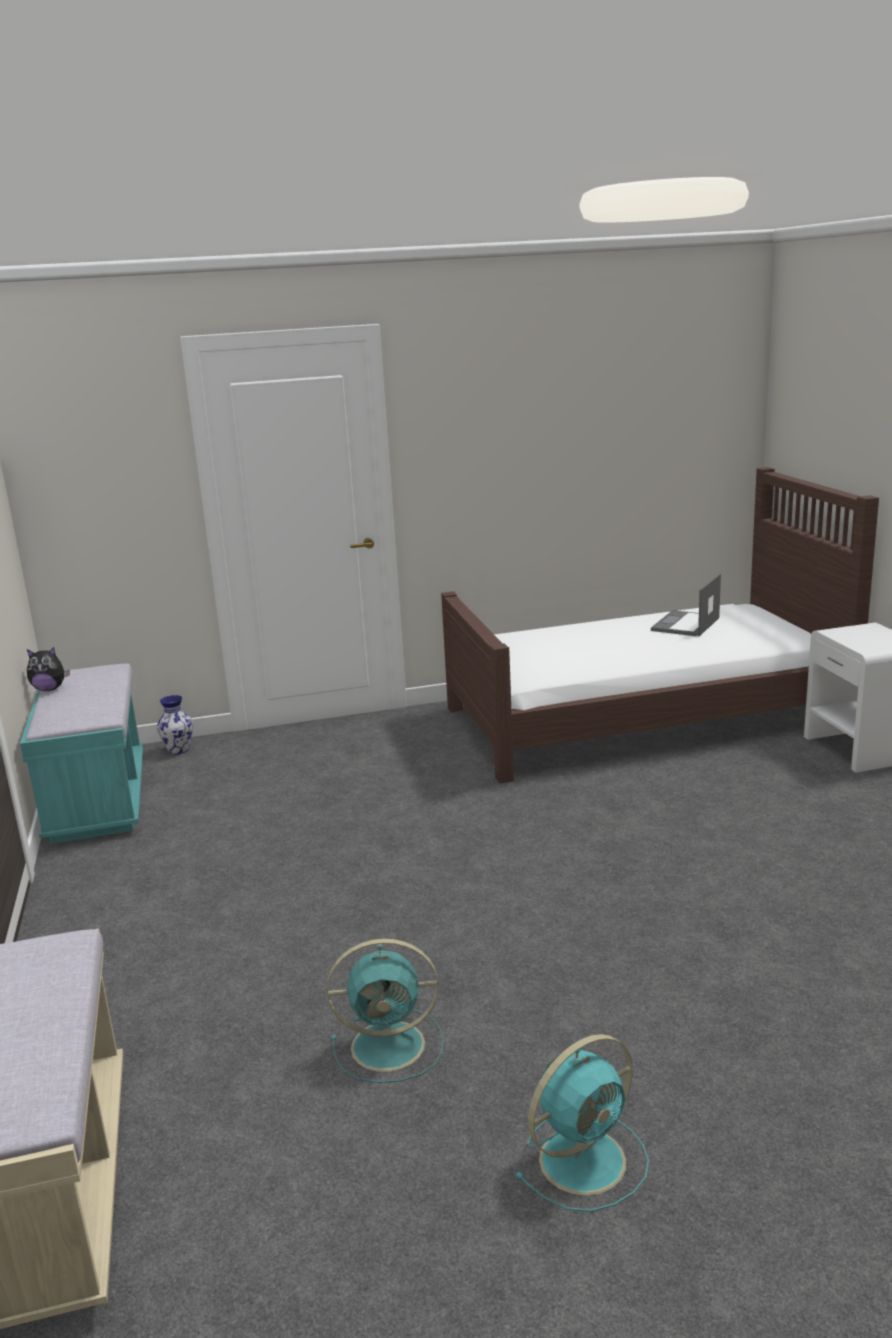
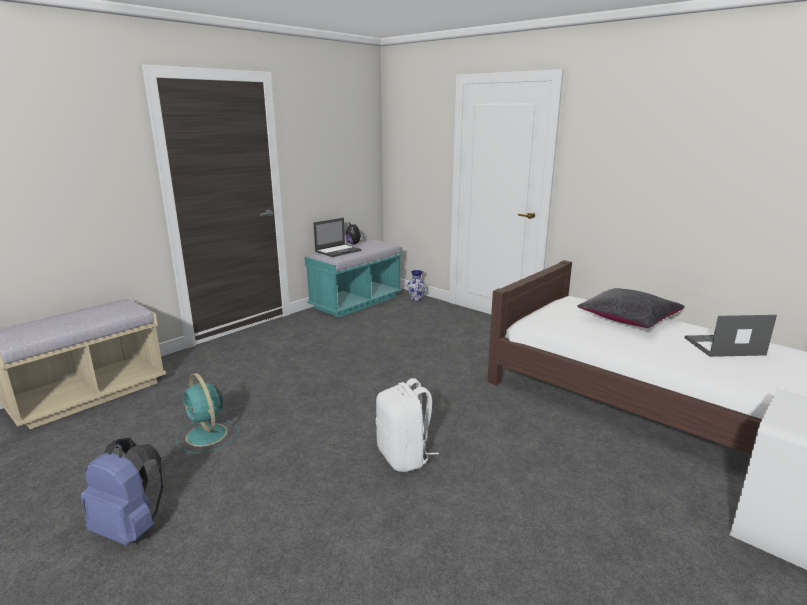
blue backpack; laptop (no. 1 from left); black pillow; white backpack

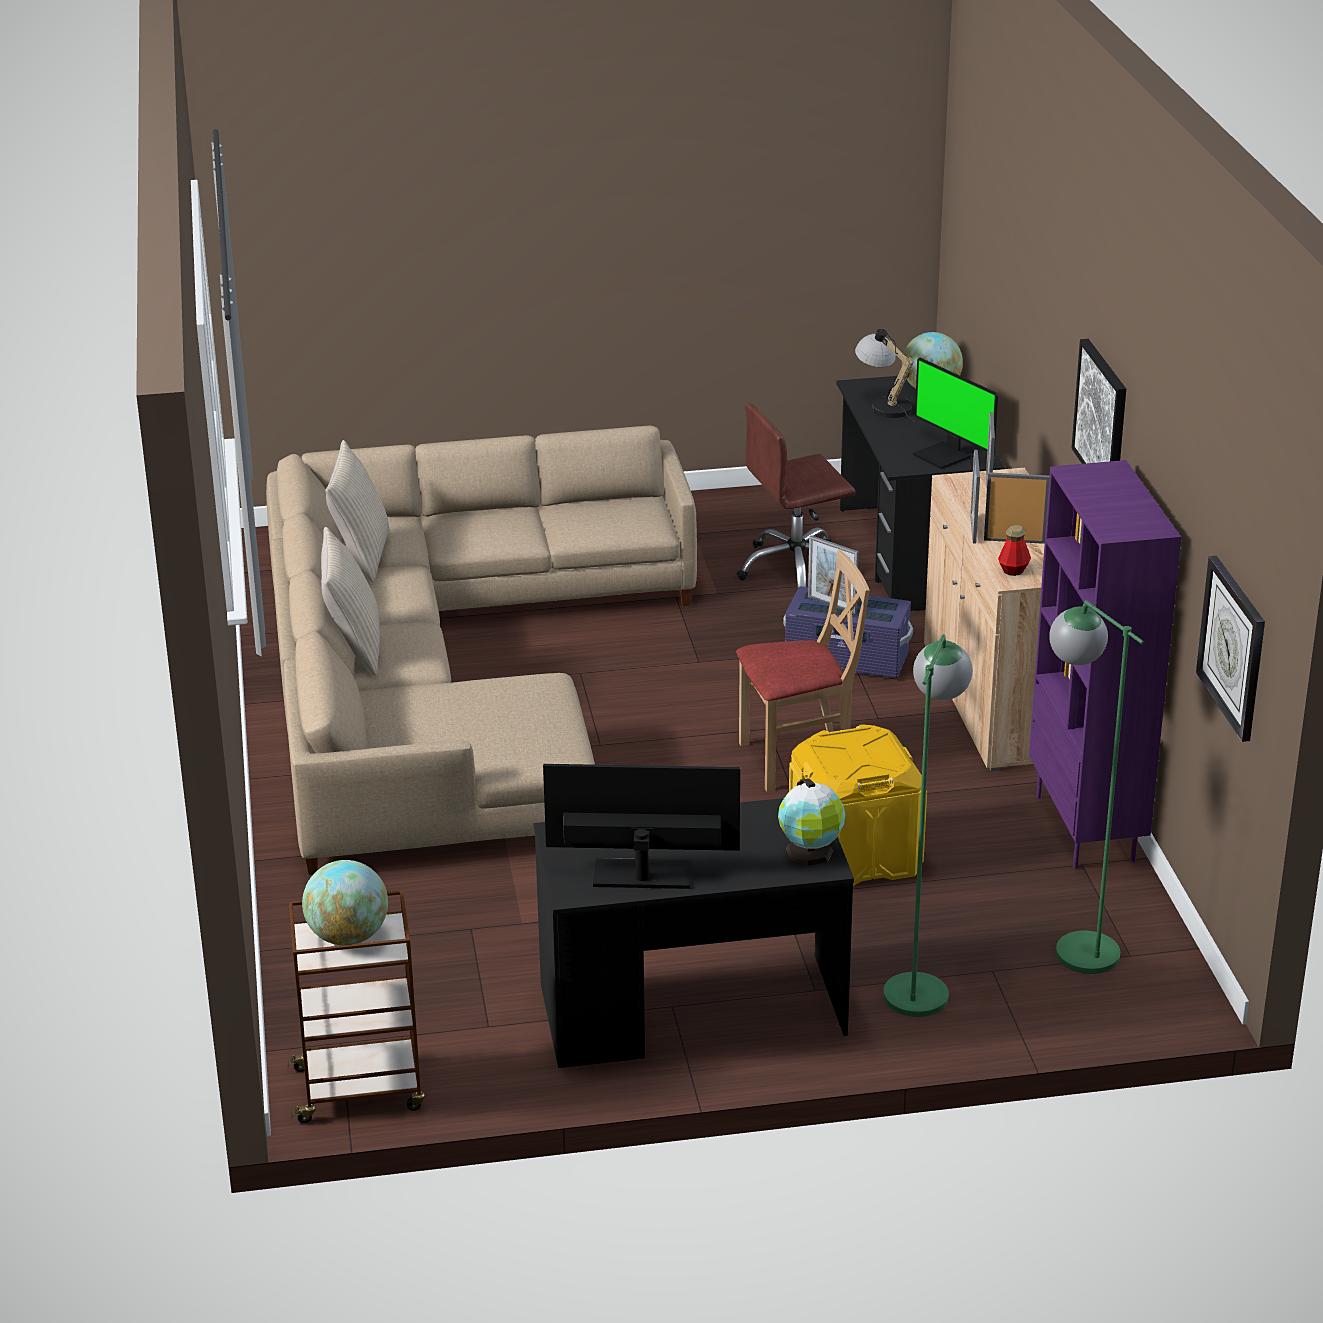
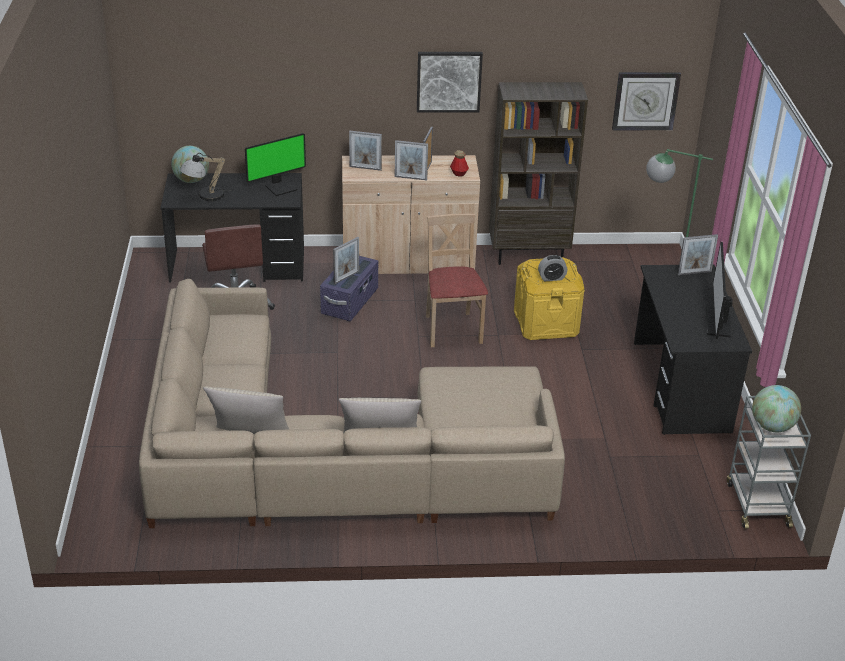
brown bookcase; green floor lamp (no. 2 from left in the first image); picture frame (no. 5 from left); grey cart; alarm clock

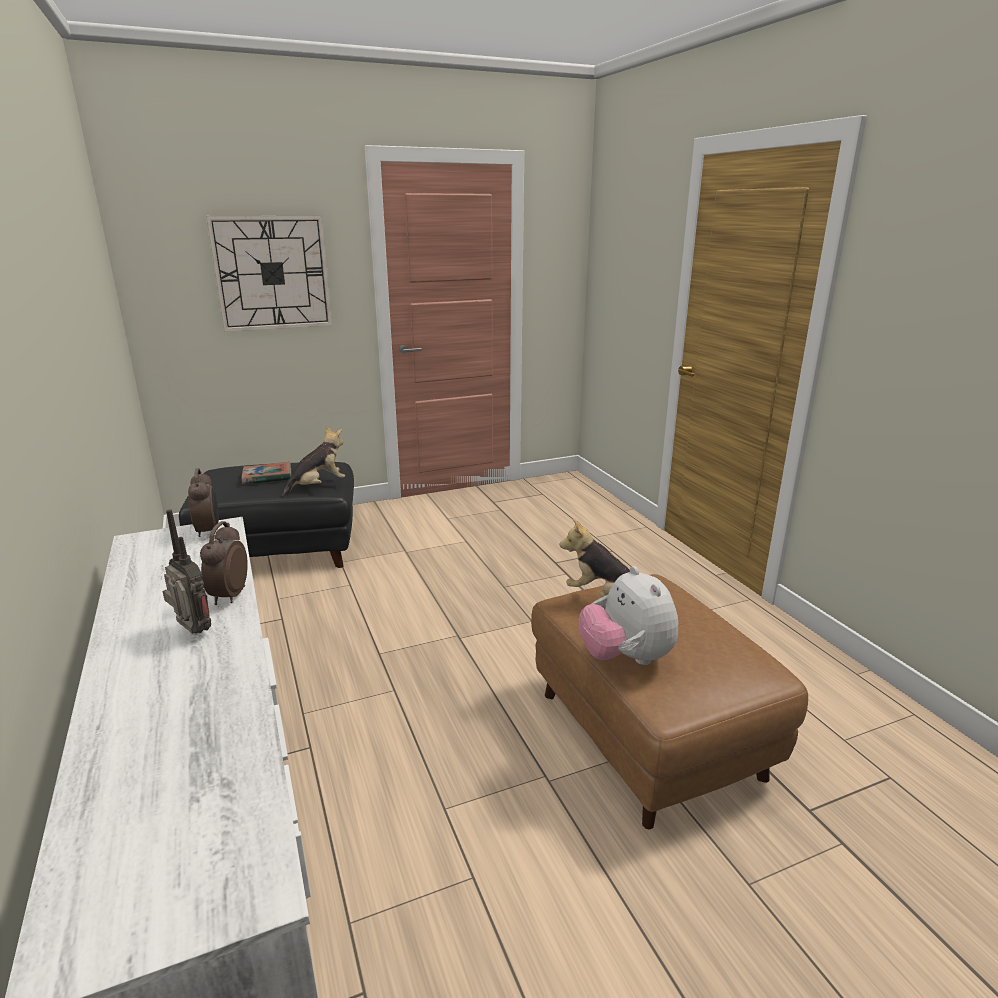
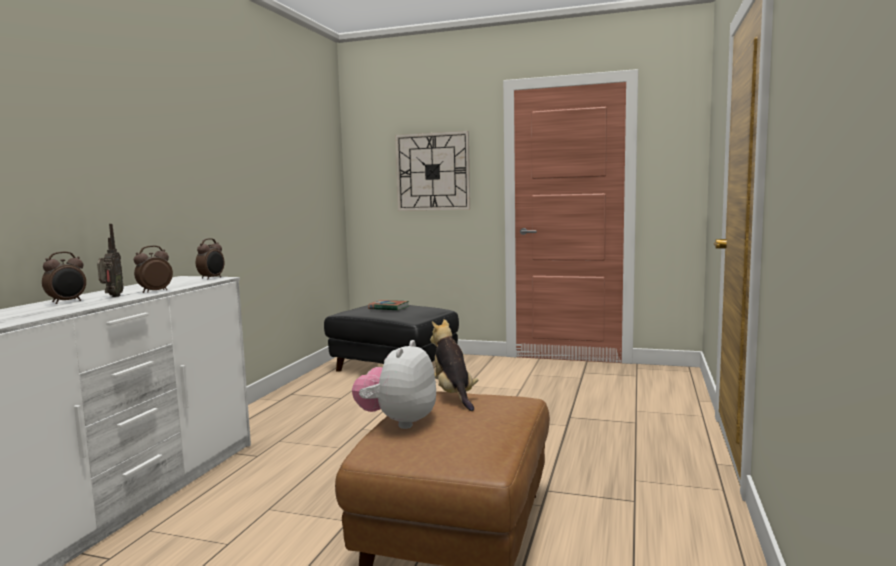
plush toy (no. 1 from left in the first image); alarm clock (no. 1 from left)

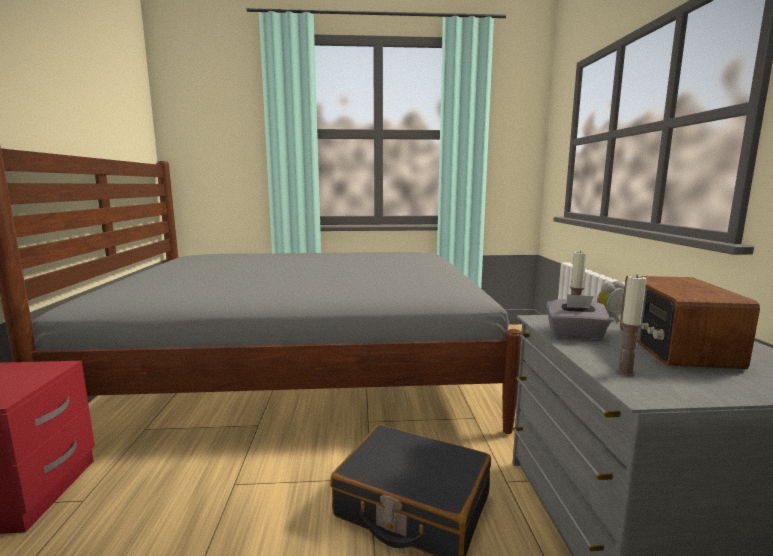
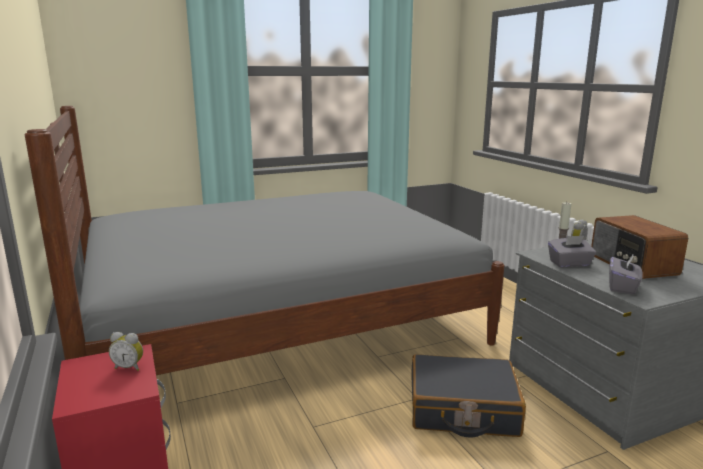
grey tissue box (no. 2 from left); alarm clock (no. 1 from left)

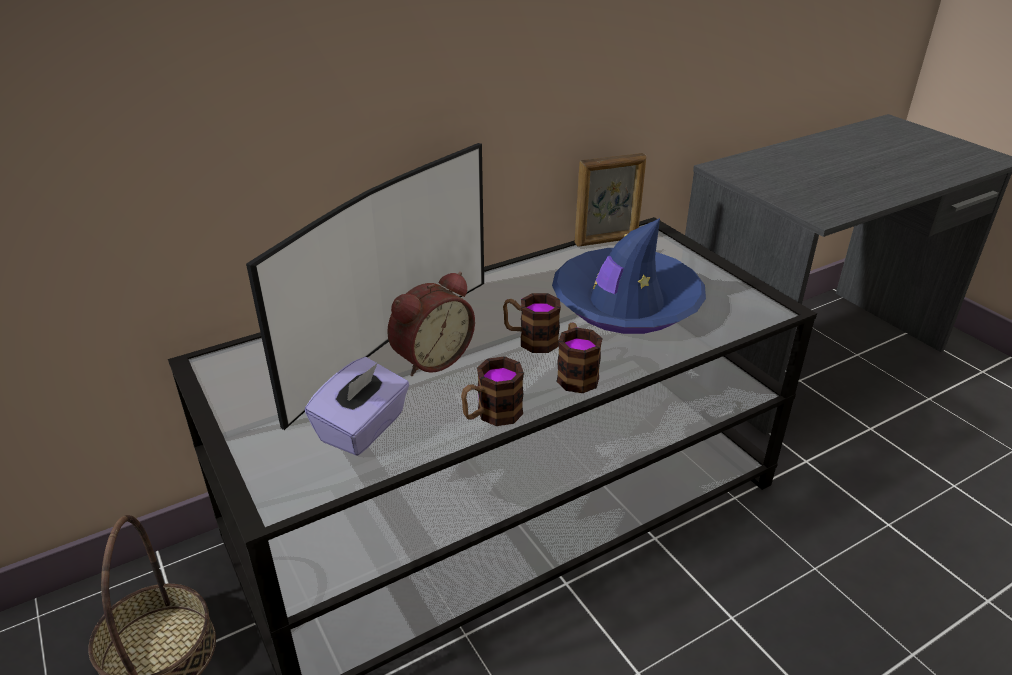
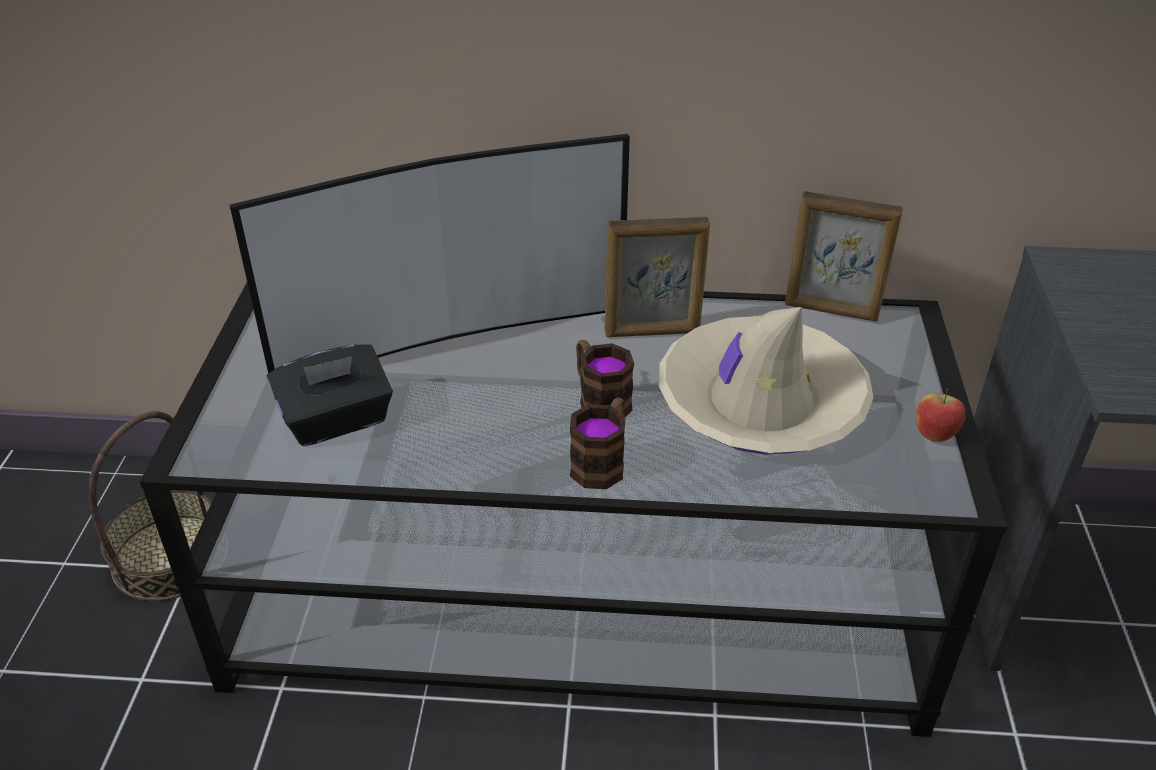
beige hat; alarm clock; mug (no. 1 from left in the first image); black tissue box; picture frame (no. 1 from left); apple

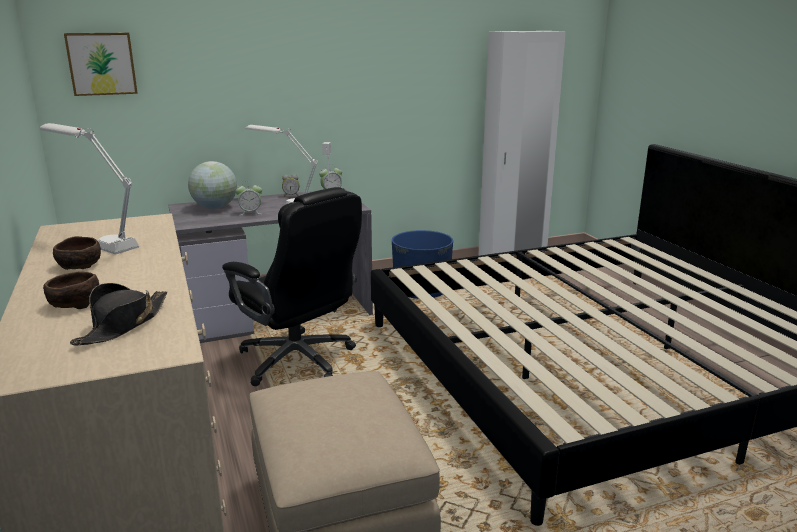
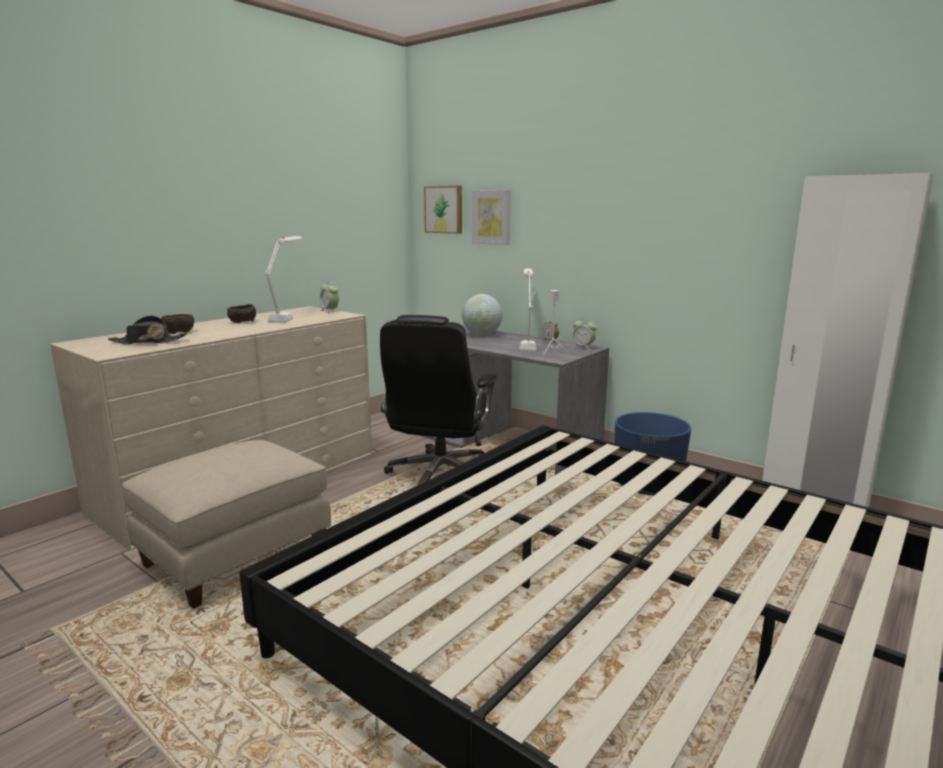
alarm clock (no. 1 from left); picture (no. 2 from left)

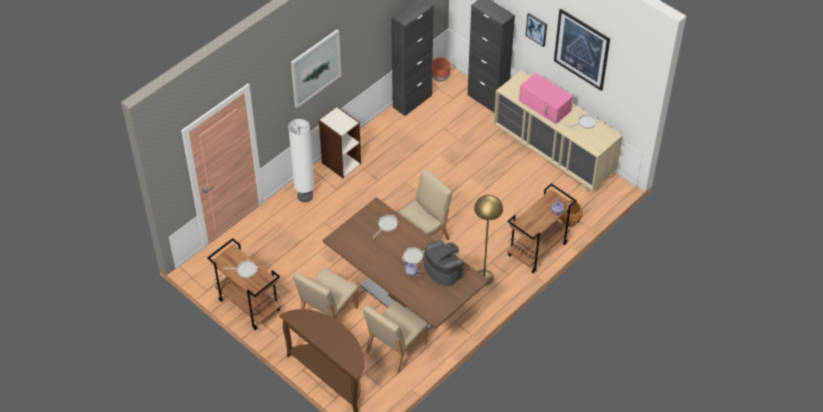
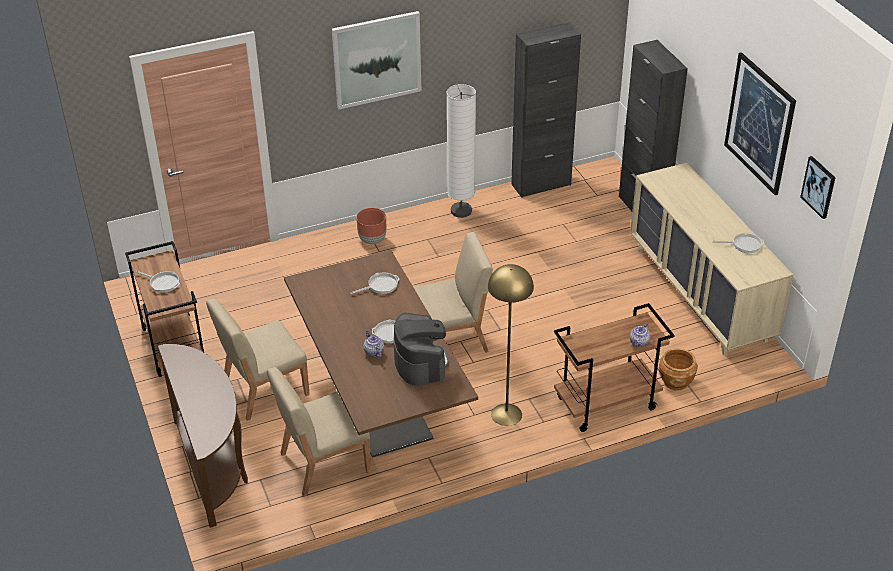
picture (no. 3 from left); brown planter (no. 1 from left); pink microwave; bookcase; white floor lamp

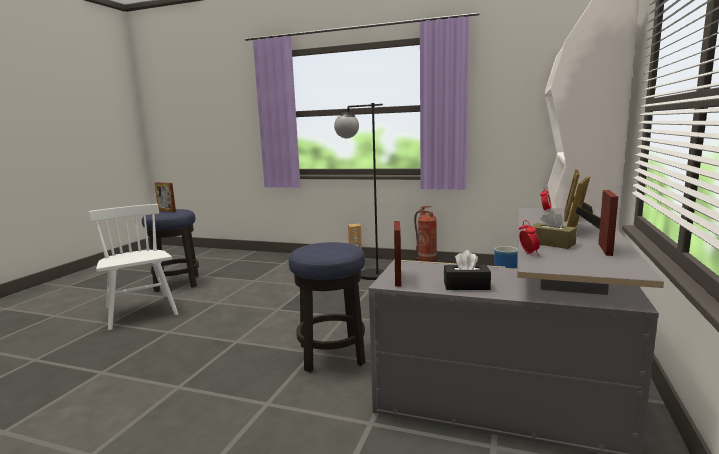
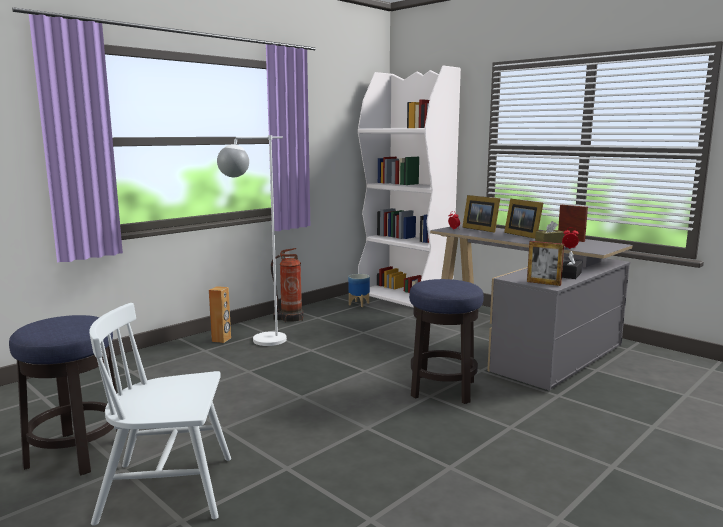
white floor lamp; picture frame (no. 1 from left in the first image)

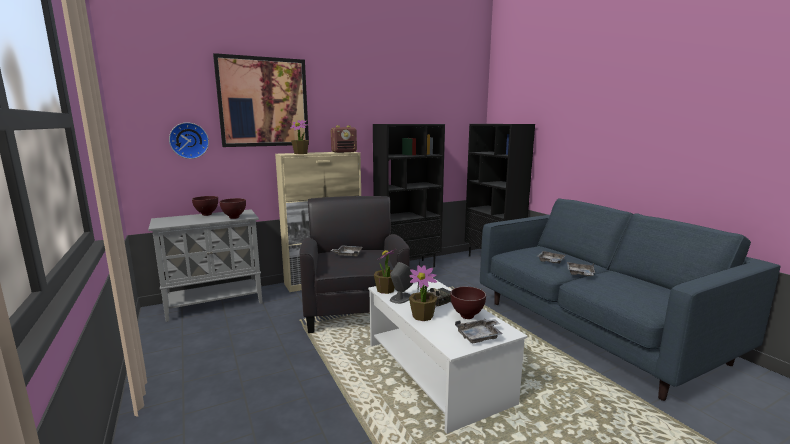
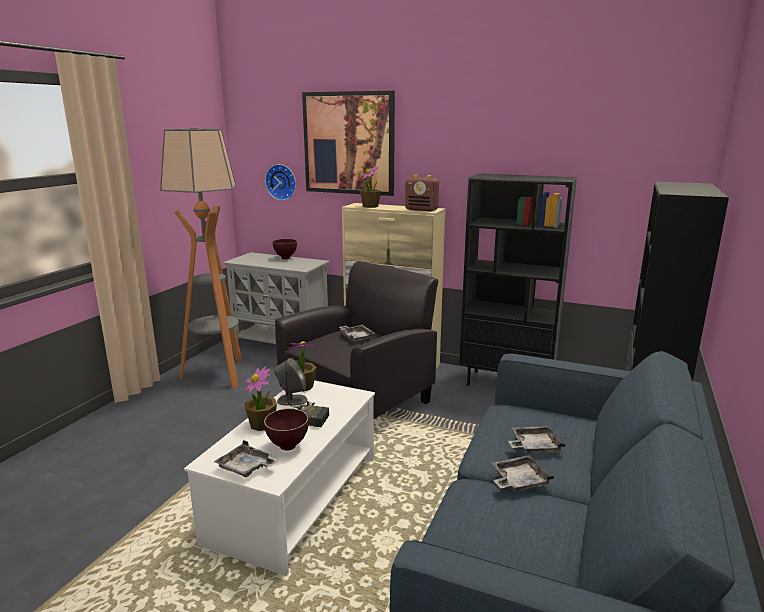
brown bowl (no. 2 from left in the first image); floor lamp

